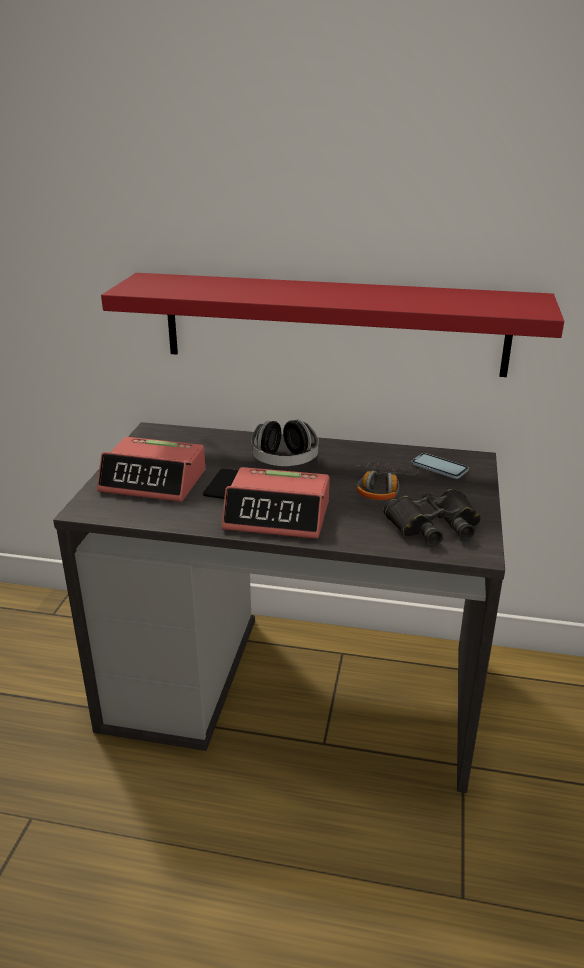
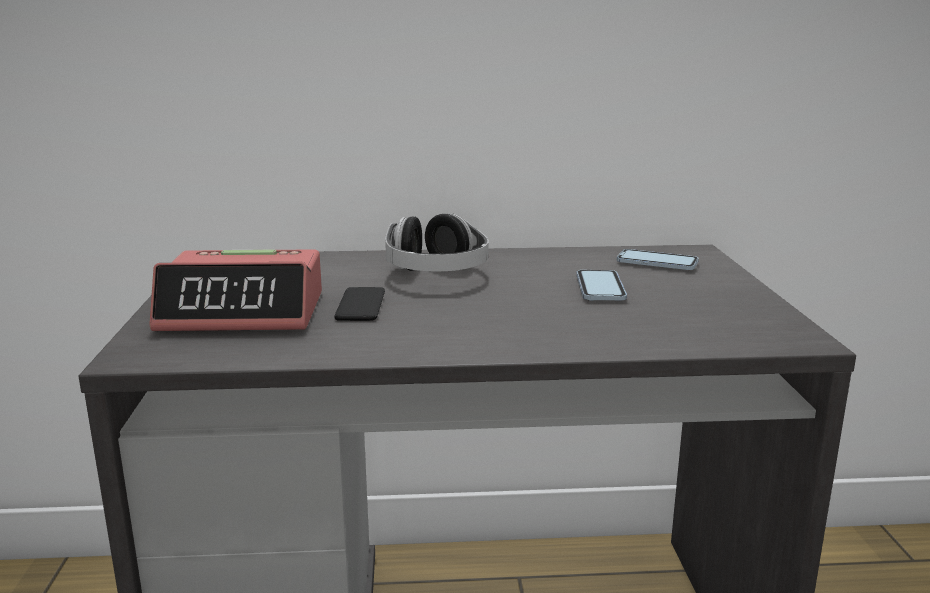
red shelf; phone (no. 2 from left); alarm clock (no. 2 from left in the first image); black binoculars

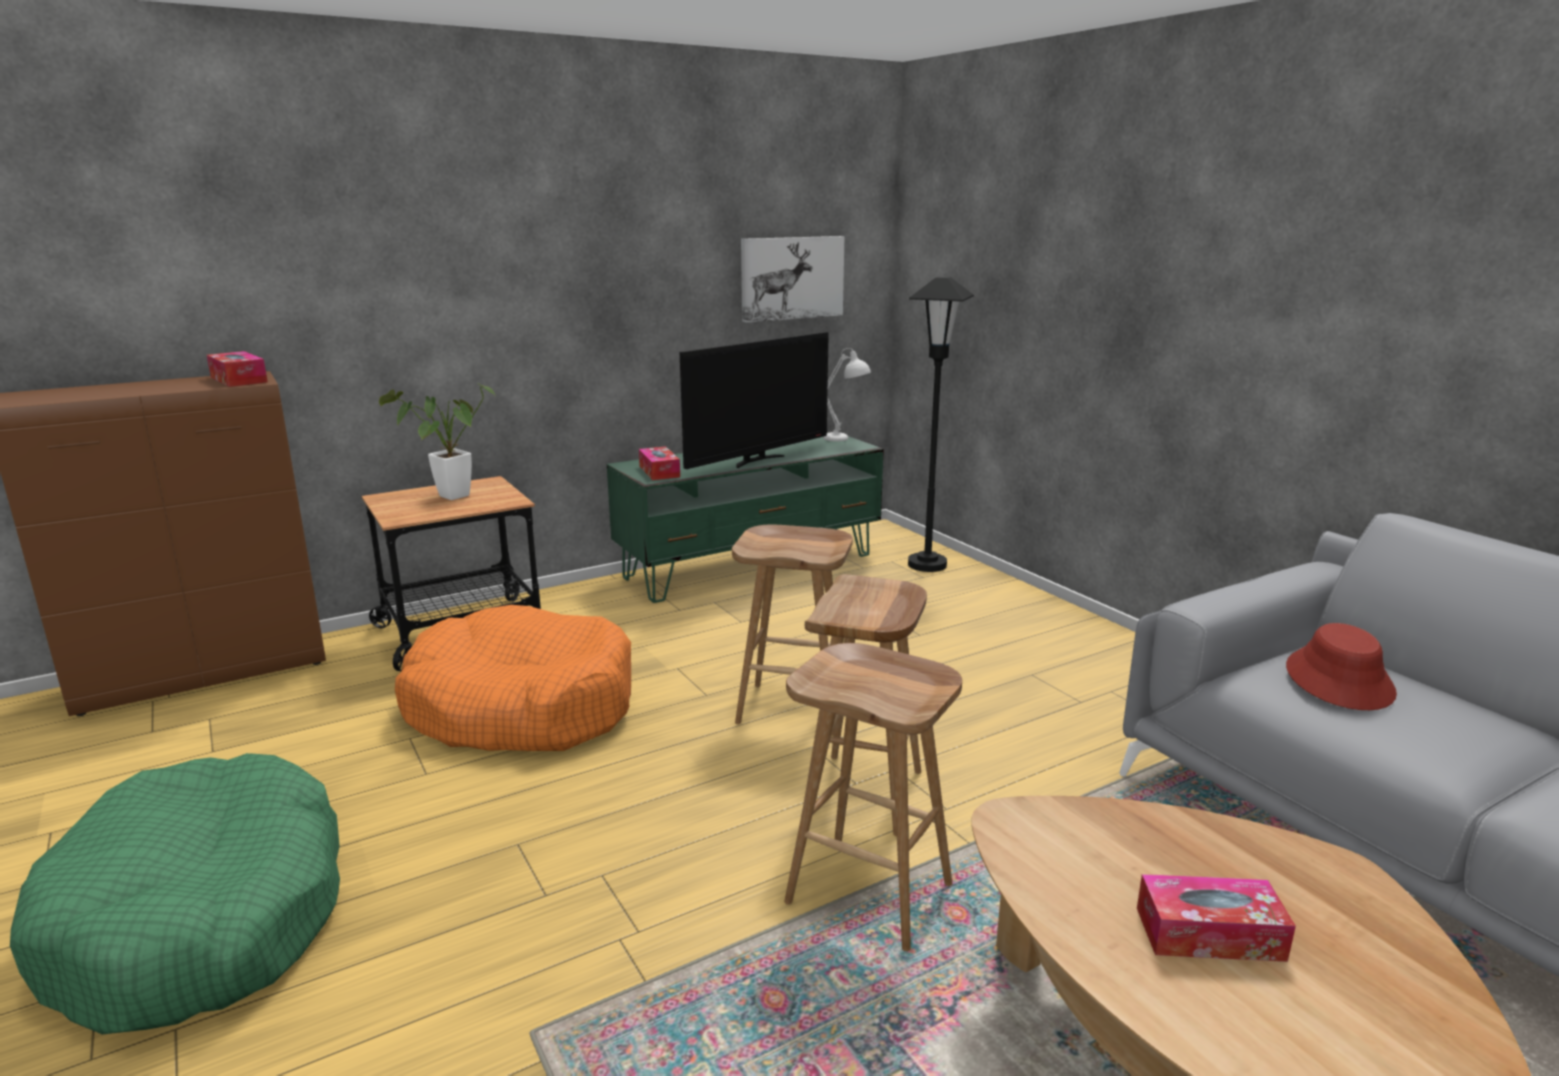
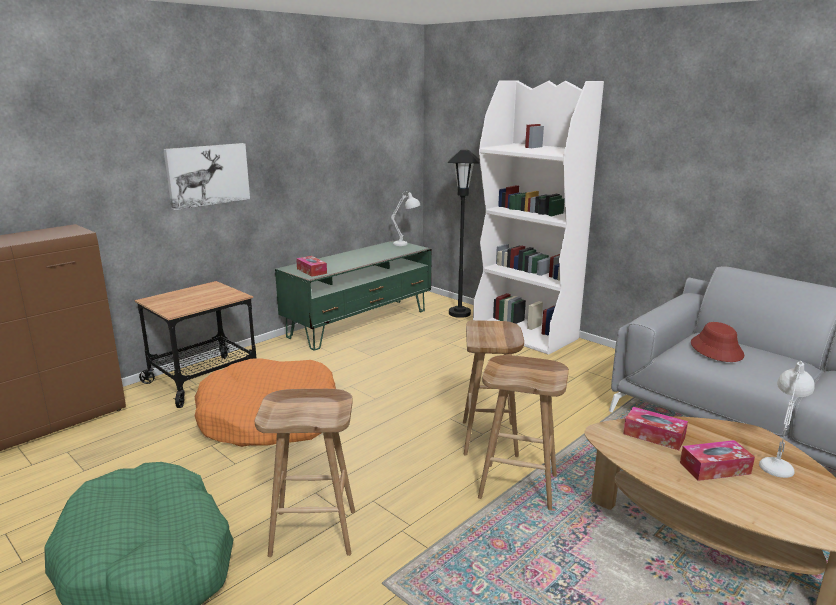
picture; television; tissue box (no. 2 from left); potted plant; brown stool (no. 1 from left); white bookcase; white table lamp (no. 2 from left)

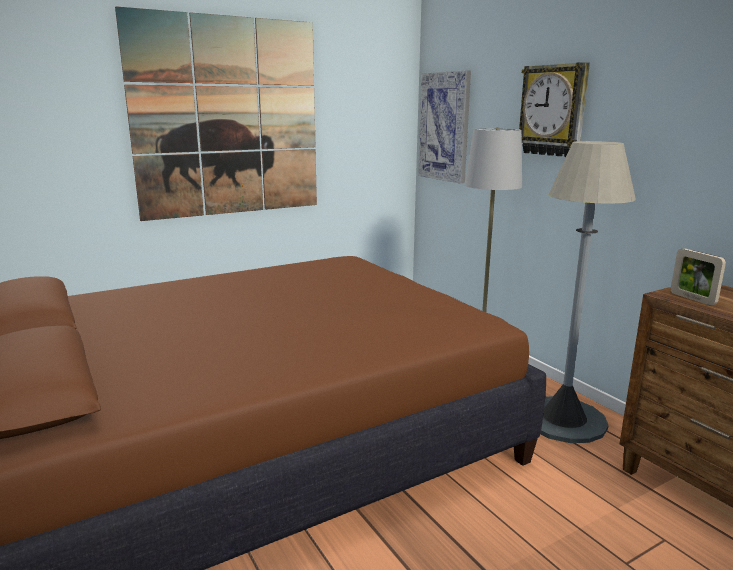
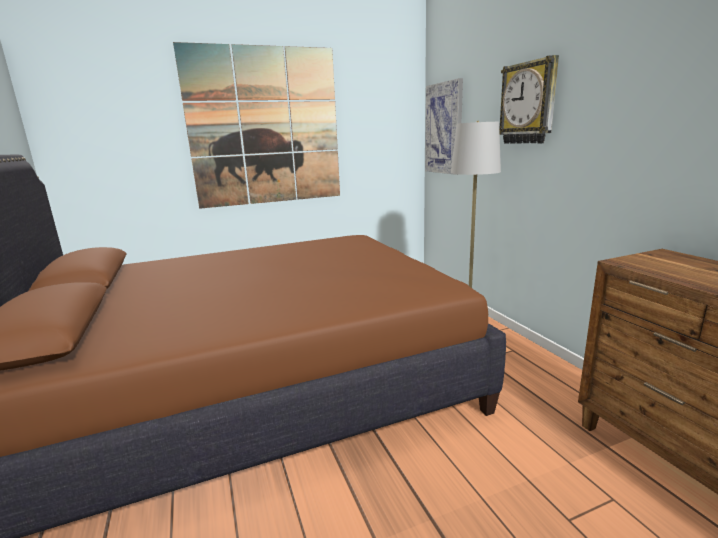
grey floor lamp (no. 2 from left in the first image); picture frame

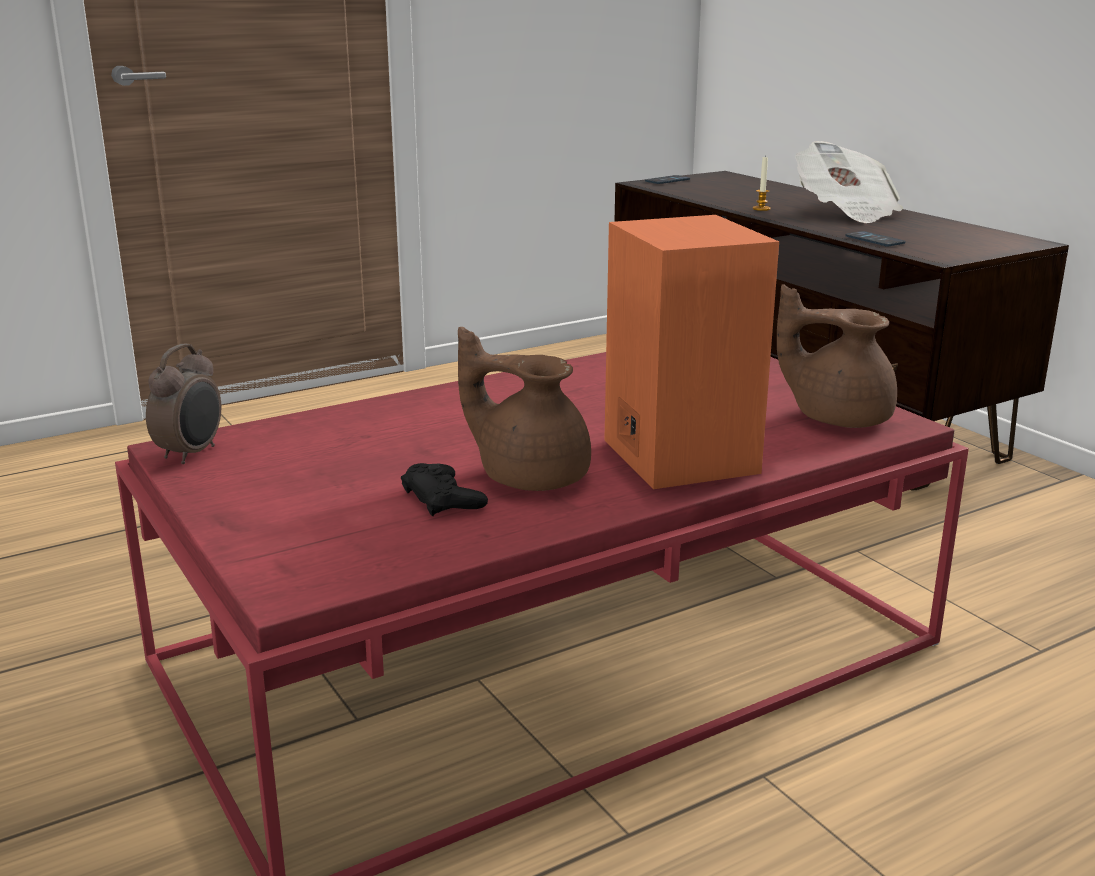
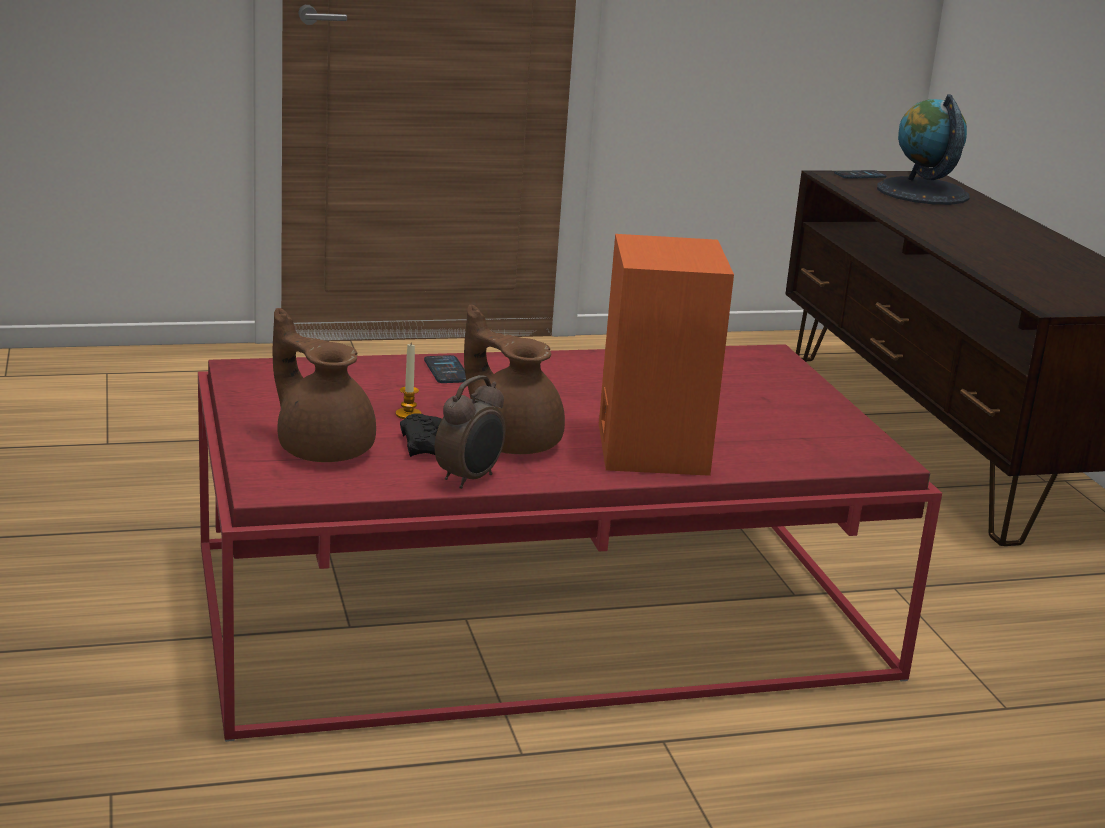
newspaper; candle; phone (no. 1 from left); brown teapot (no. 1 from left); alarm clock; globe

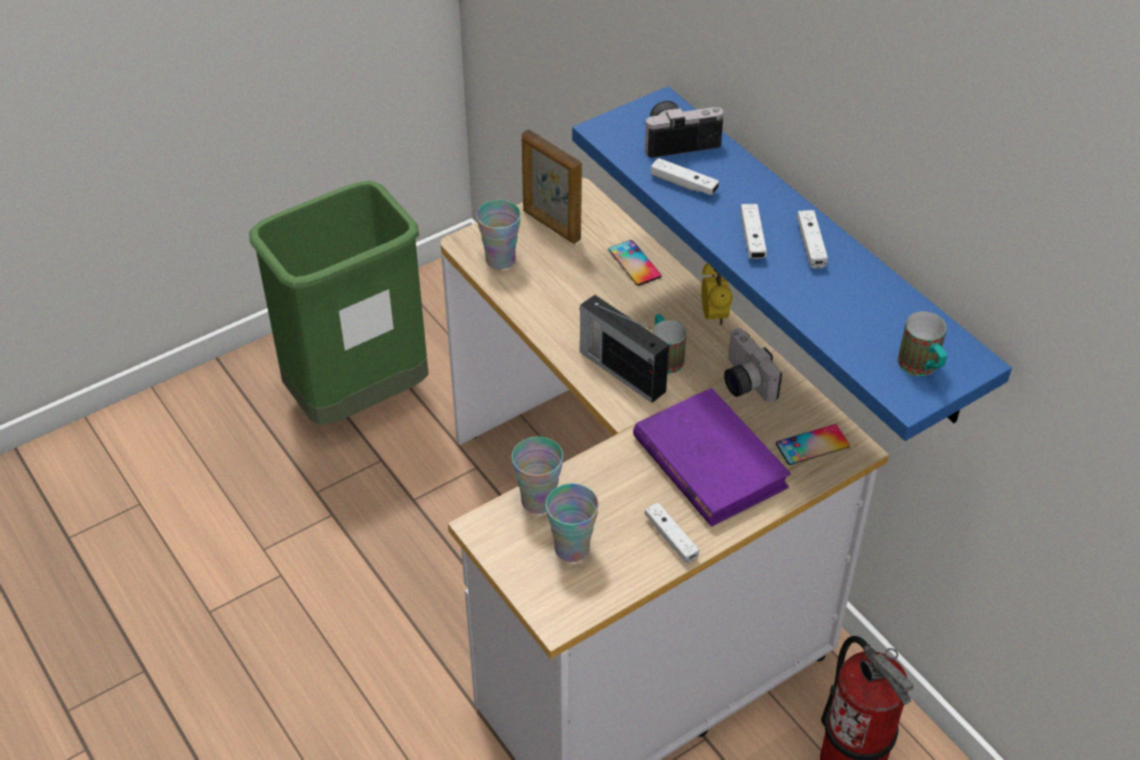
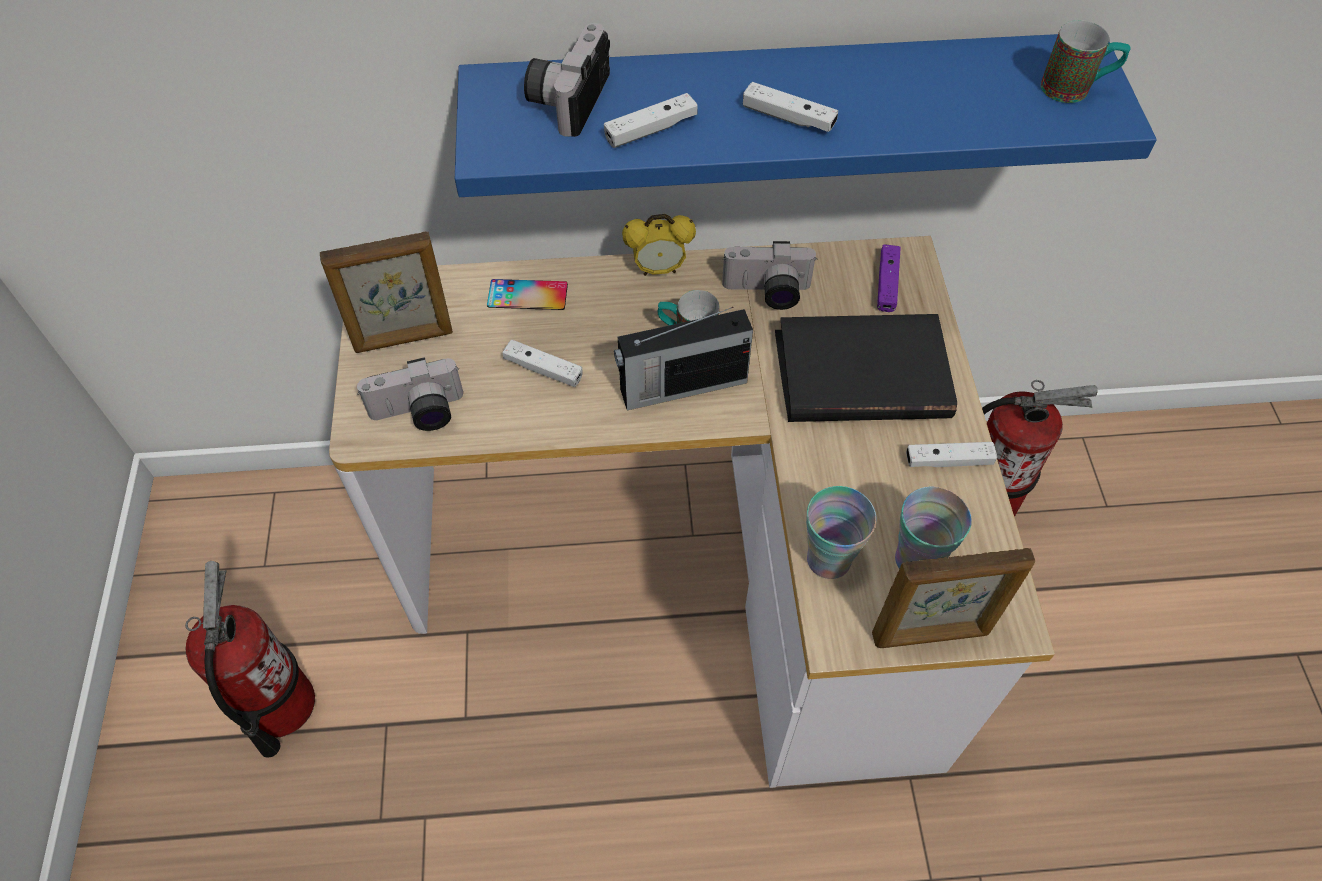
fire extinguisher (no. 1 from left); photo camera (no. 1 from left); white game controller (no. 1 from left); alarm clock; black book; purple game controller; picture frame (no. 2 from left)

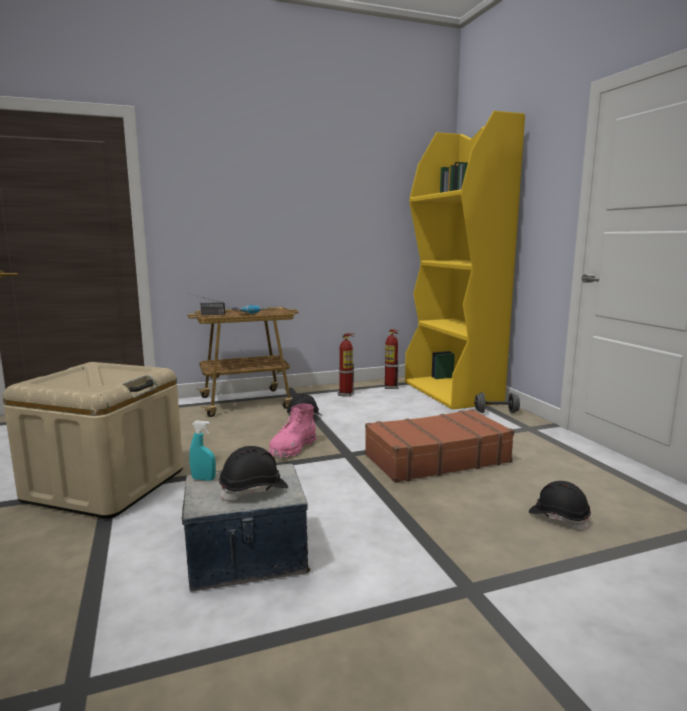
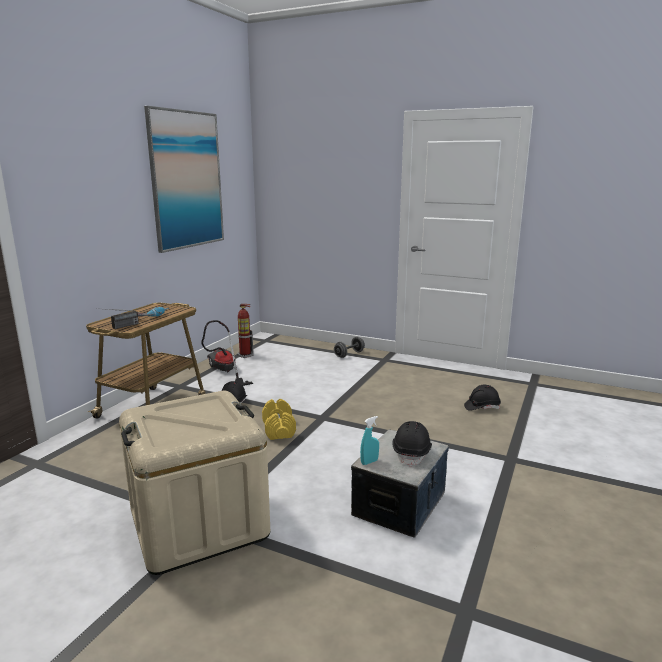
yellow bookcase; vacuum cleaner; yellow dumbbell; brown suitcase; picture

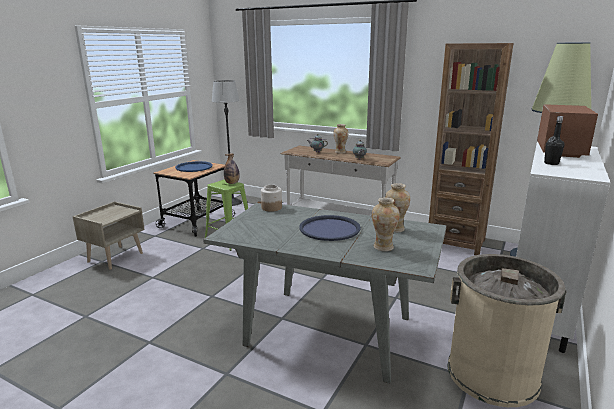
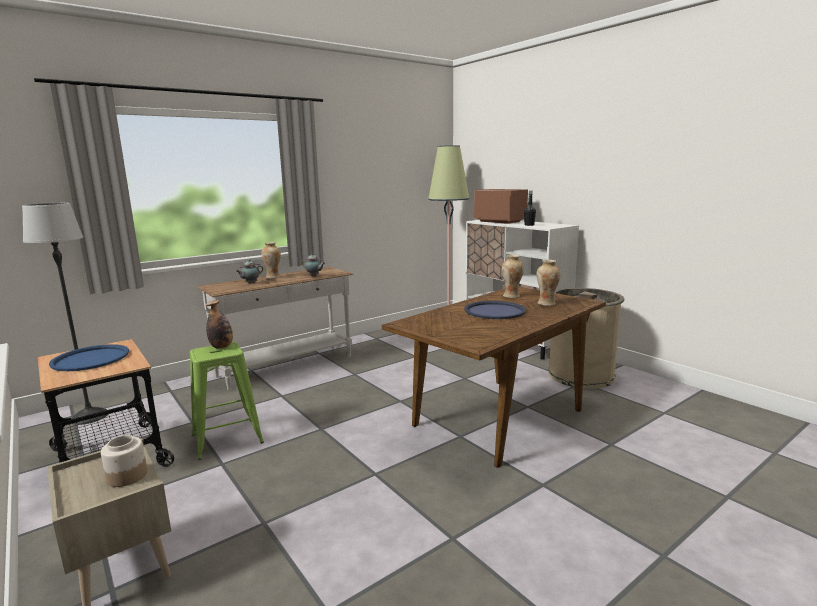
brown bookcase; jar; brown dining table

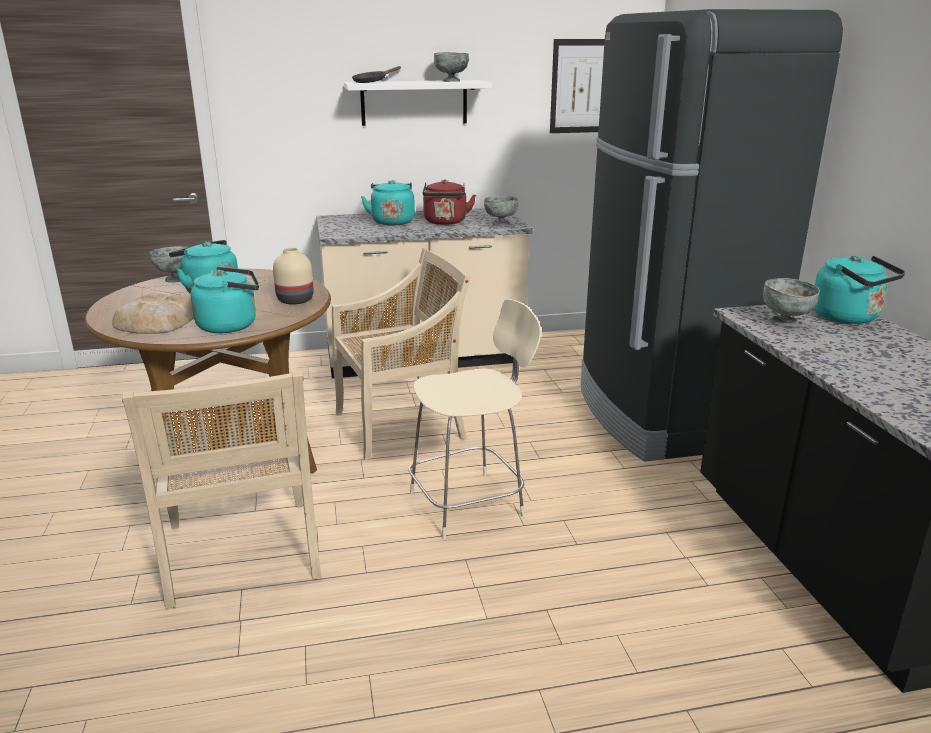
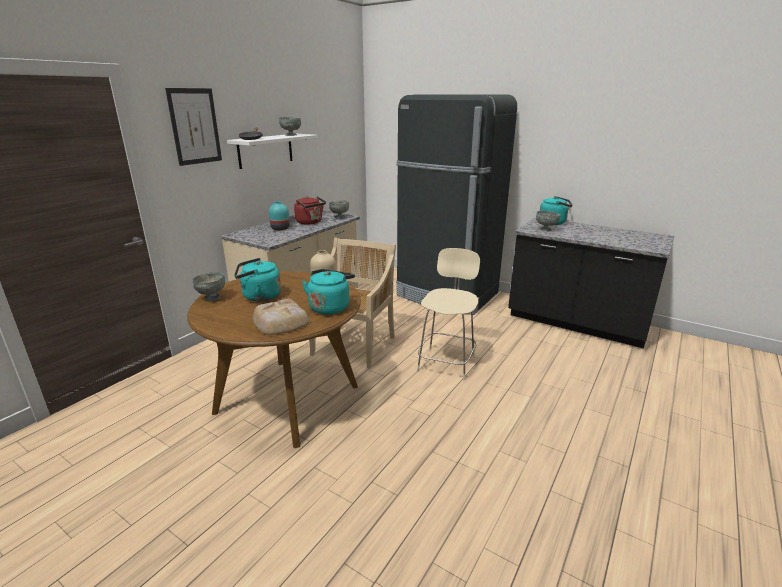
picture; turquoise vase; beige chair (no. 1 from left in the first image)

